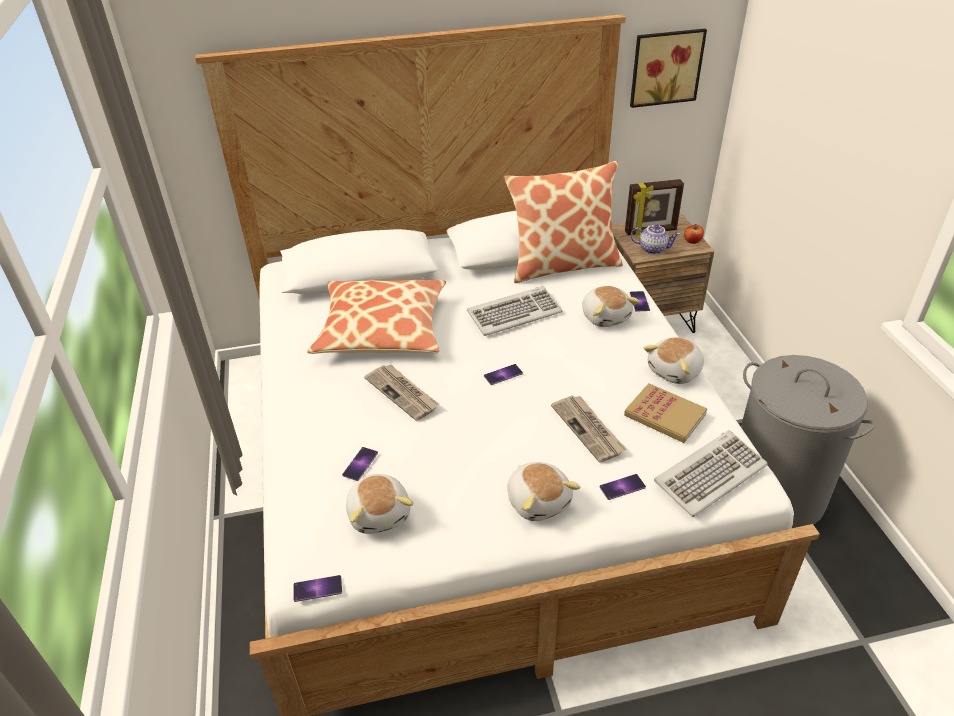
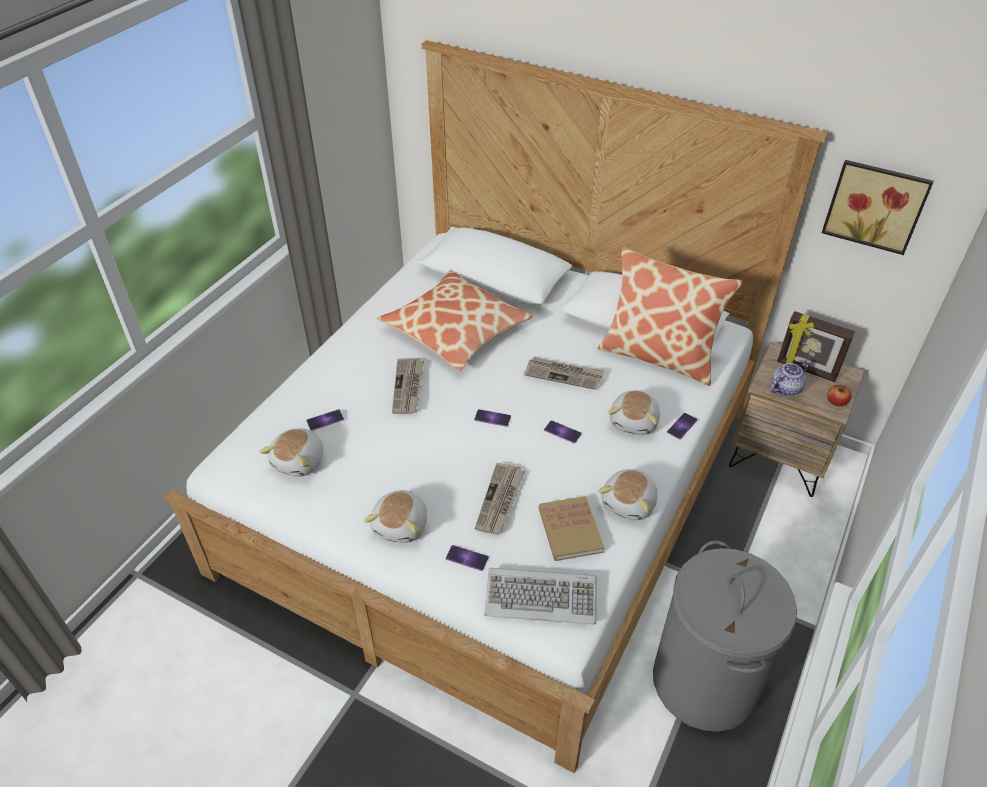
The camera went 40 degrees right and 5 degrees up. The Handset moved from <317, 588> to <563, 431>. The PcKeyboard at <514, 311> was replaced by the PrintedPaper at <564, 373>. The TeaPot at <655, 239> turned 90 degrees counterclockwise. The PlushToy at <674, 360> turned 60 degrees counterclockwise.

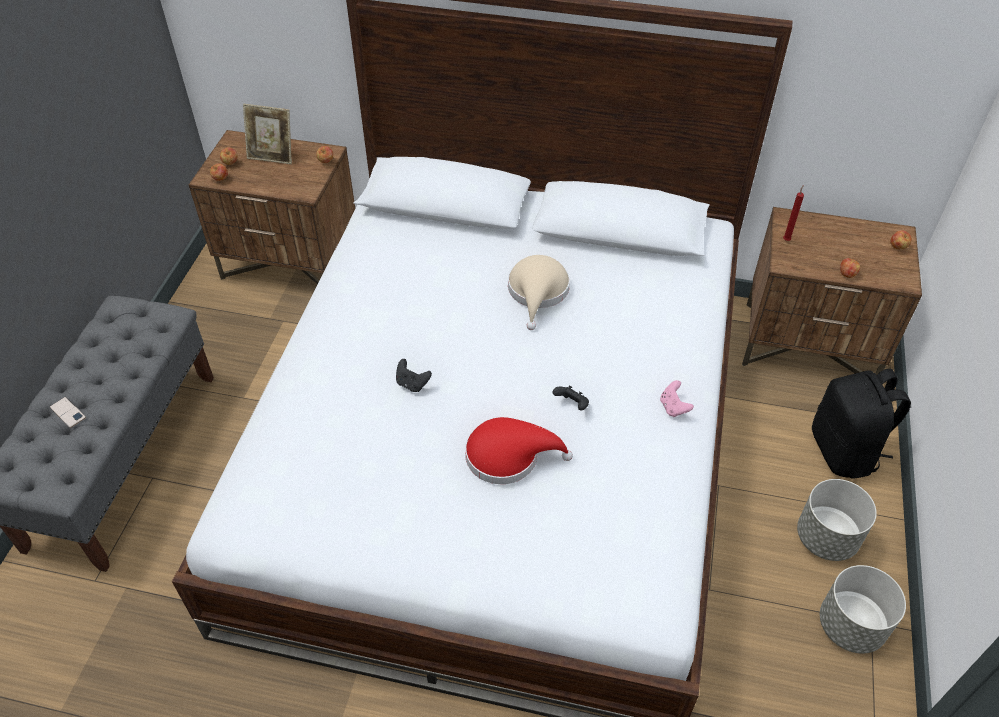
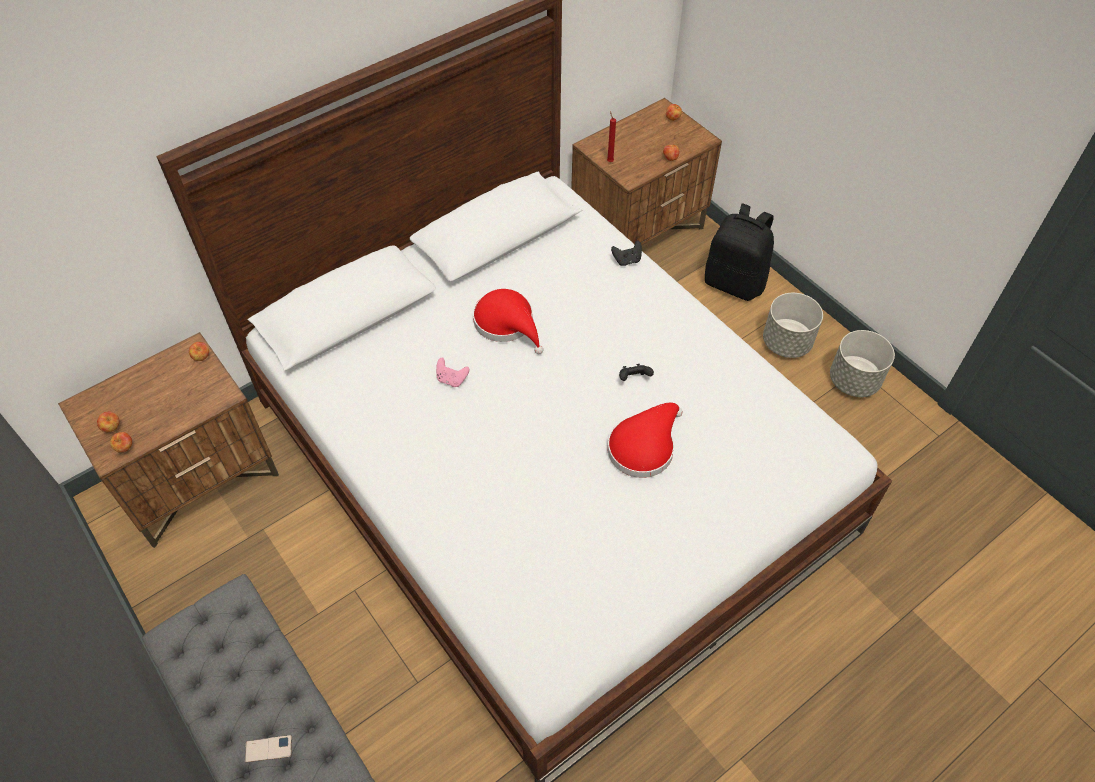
The camera went 50 degrees left and 5 degrees up. The PhotoFrame at <267, 134> disappeared. The BlackishGamepad moved from <414, 375> to <626, 253>. The BeigeColouredClothingHat at <539, 292> became the ReddishClothingHat at <508, 321>. The PinkGamepad moved from <677, 398> to <453, 372>.

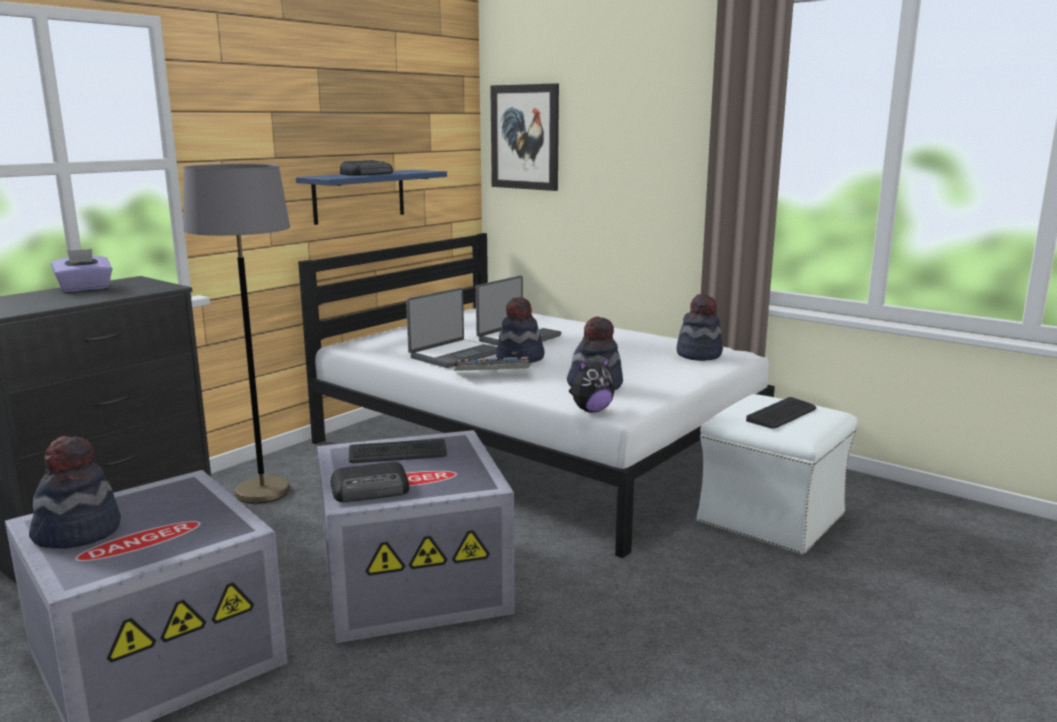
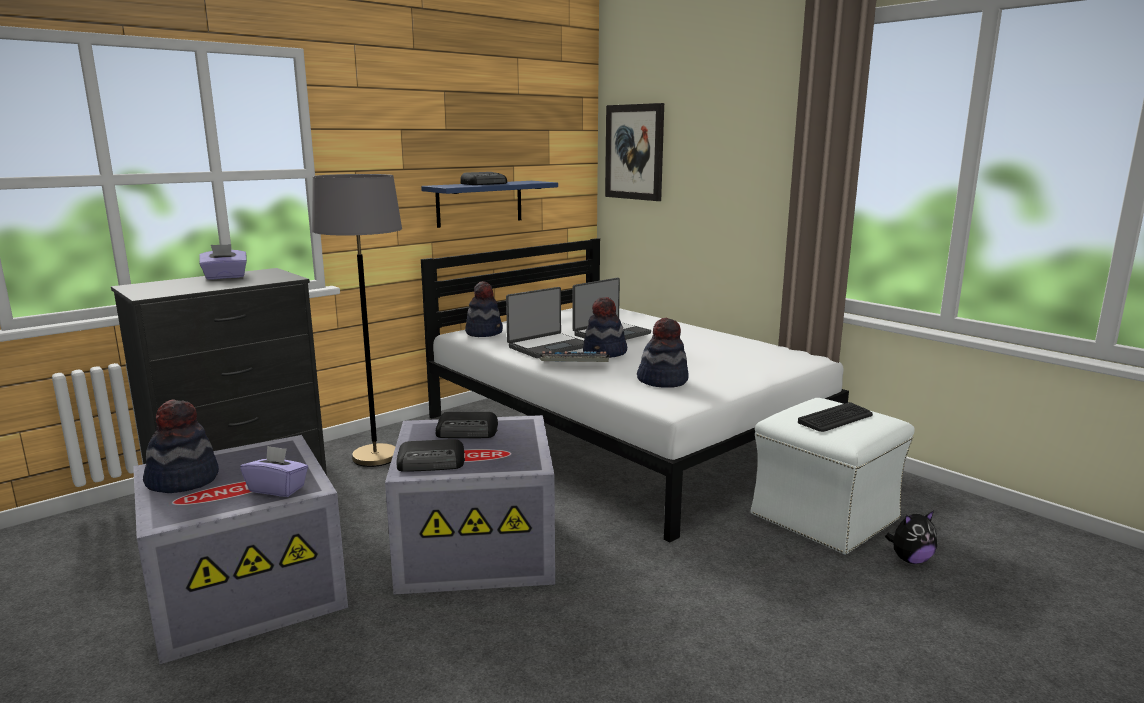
The camera went 10 degrees right and 0 degrees up. The PcKeyboard at <398, 451> was replaced by the Radio at <467, 425>. The PlushToy moved from <592, 385> to <911, 537>. The ClothingHat moved from <700, 327> to <484, 309>. The PurplishTissueHolder at <274, 471> appeared.

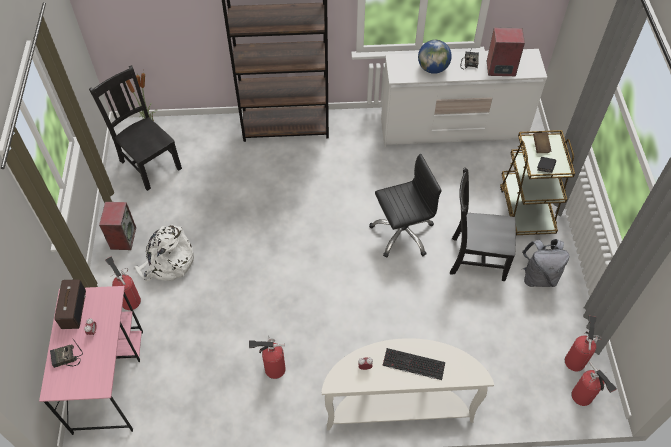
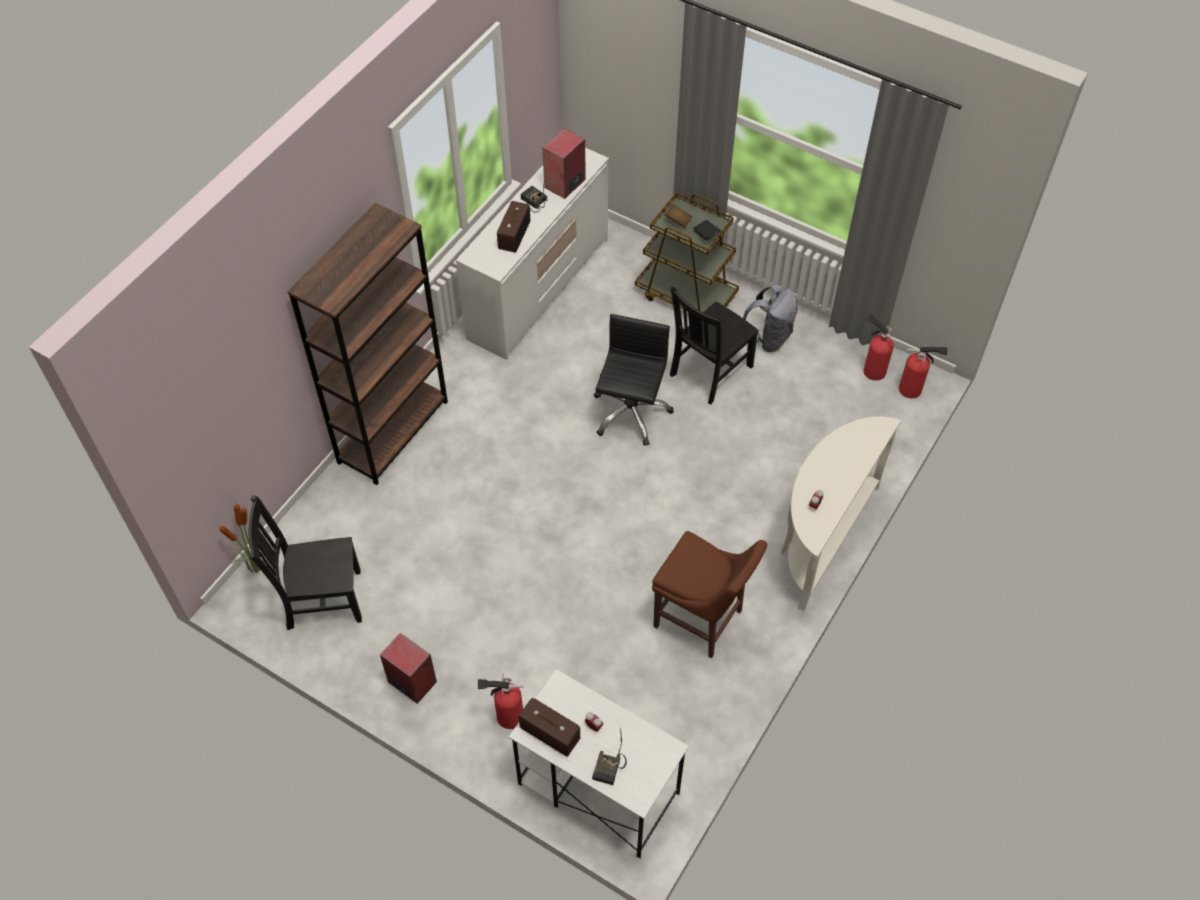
The camera went 55 degrees left and 0 degrees up. The PinkDesk at <91, 360> became the WhiteDesk at <599, 763>. The WhiteRucksack at <164, 253> disappeared. The FireFightingCylinder at <267, 357> was replaced by the BrownishUprightChair at <709, 594>. The PcKeyboard at <414, 364> disappeared. The WorldGlobe at <435, 57> was replaced by the Radio at <513, 227>.

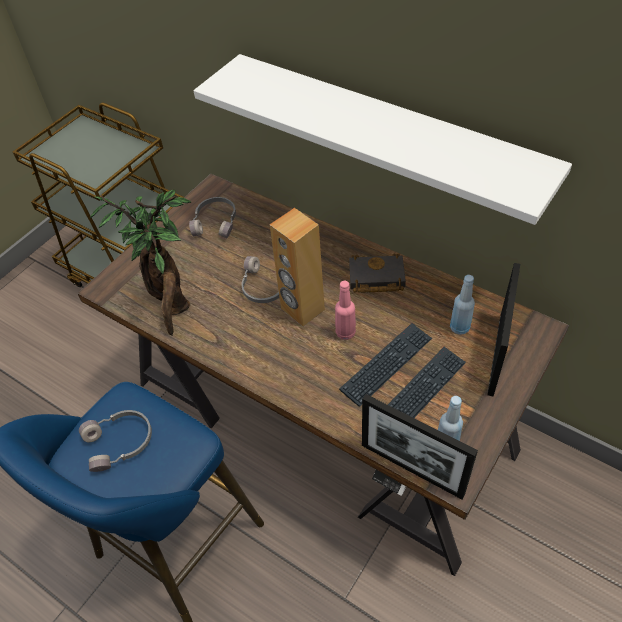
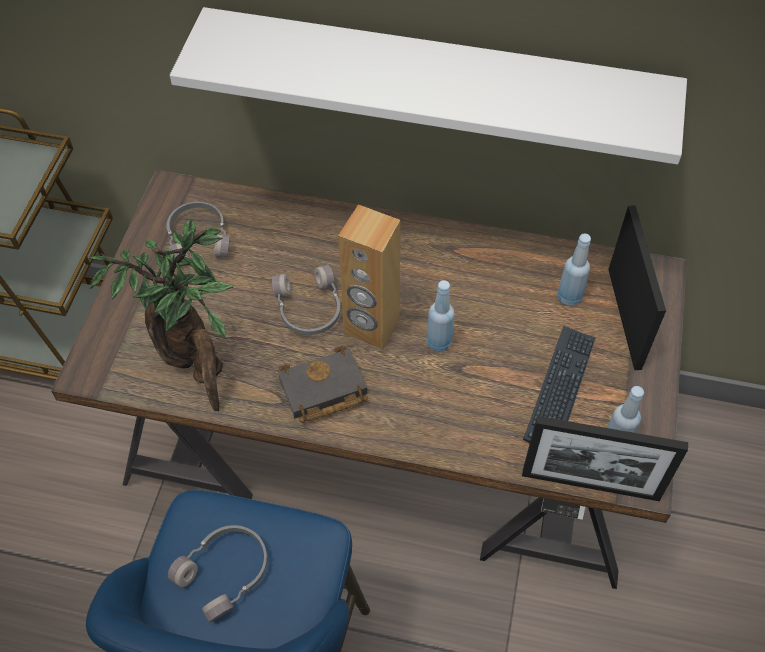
The camera went 25 degrees left and 5 degrees up. The PinkBeverageBottle at <345, 310> became the BlueColouredBeverageBottle at <440, 316>. The PcKeyboard at <385, 365> disappeared. The BlackishBoundBook moved from <377, 273> to <323, 384>.

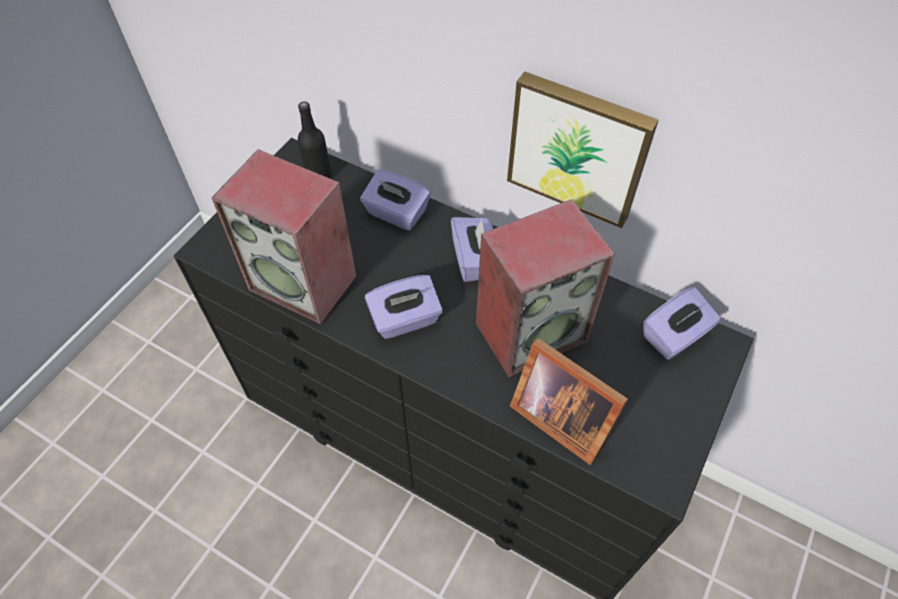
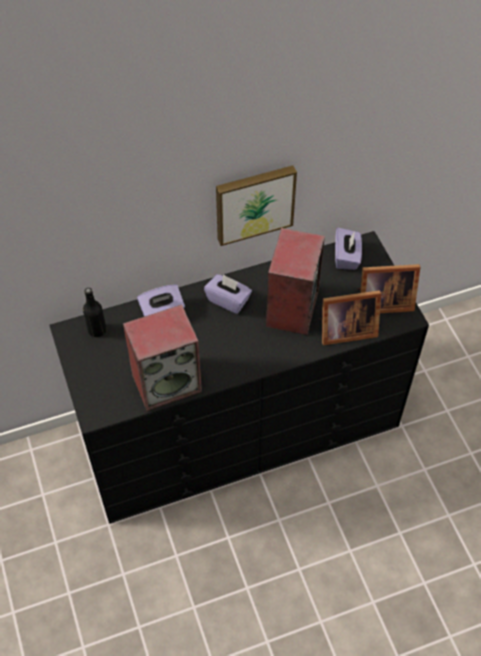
The camera went 50 degrees left and 0 degrees up. The PurplishTissueHolder at <404, 307> disappeared. The PhotoFrame at <389, 288> appeared.

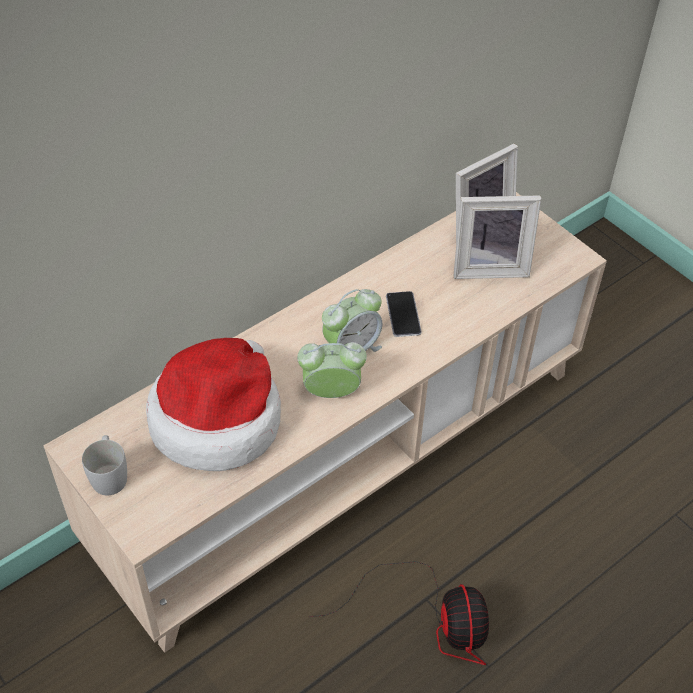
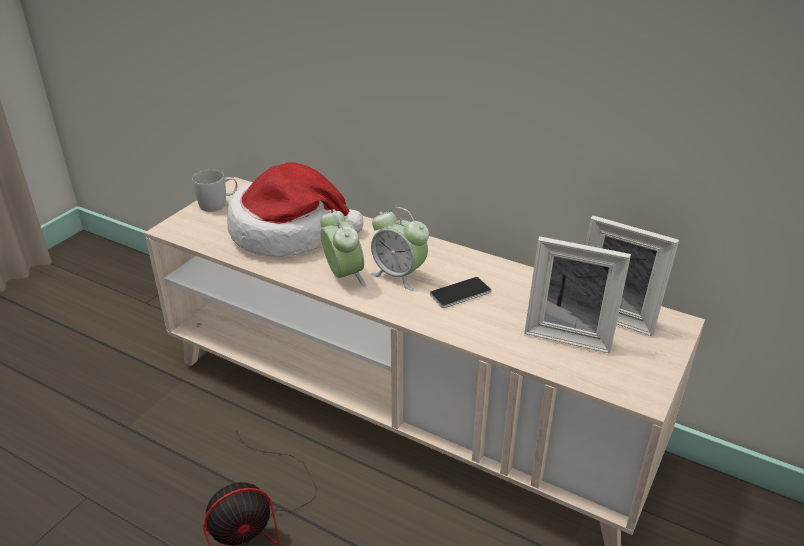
The camera went 70 degrees right and 15 degrees down. The PhotoFrame at <497, 237> turned 45 degrees counterclockwise.

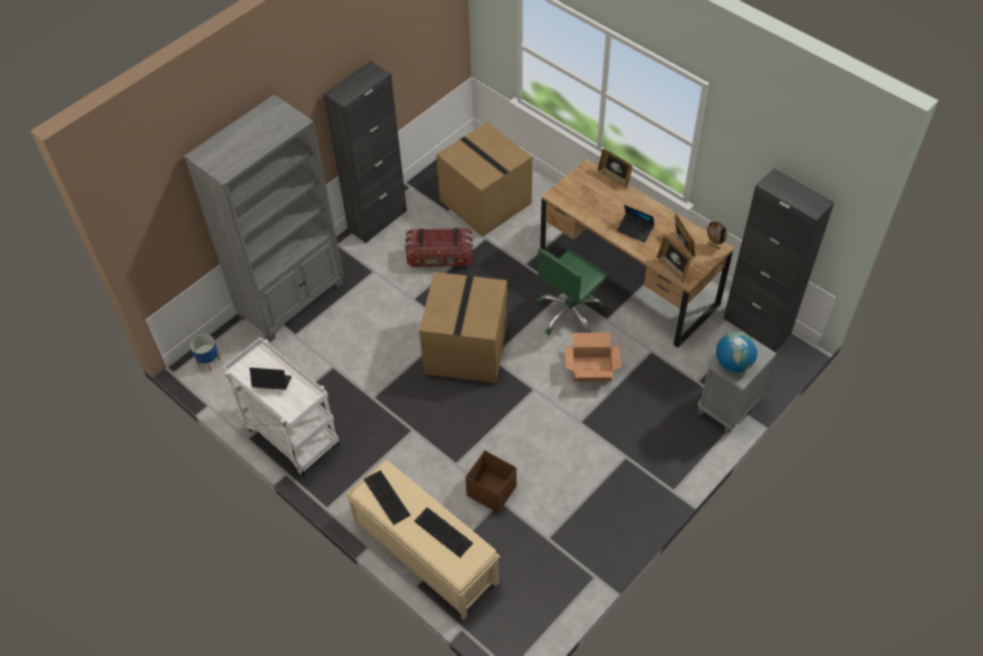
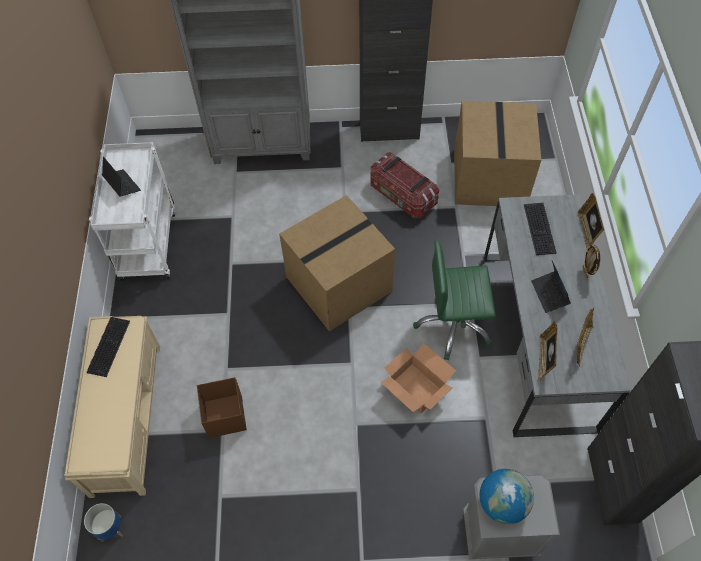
The camera went 45 degrees right and 5 degrees up. The PlantPot moved from <205, 352> to <103, 522>. The PcKeyboard moved from <443, 532> to <540, 229>. The BrownishDesk at <637, 253> became the GreyDesk at <557, 316>. The PhotoFrame moved from <717, 234> to <591, 262>.

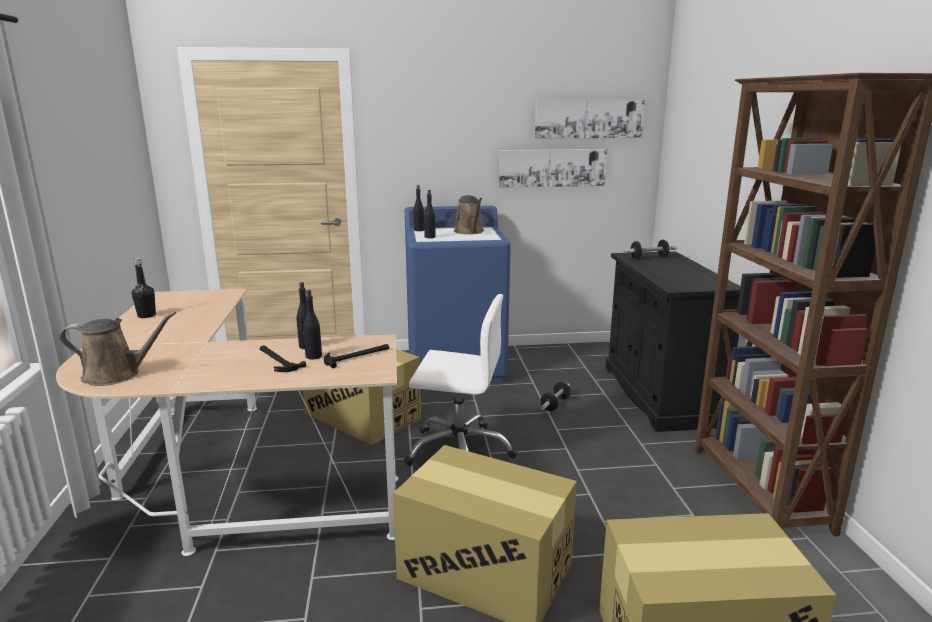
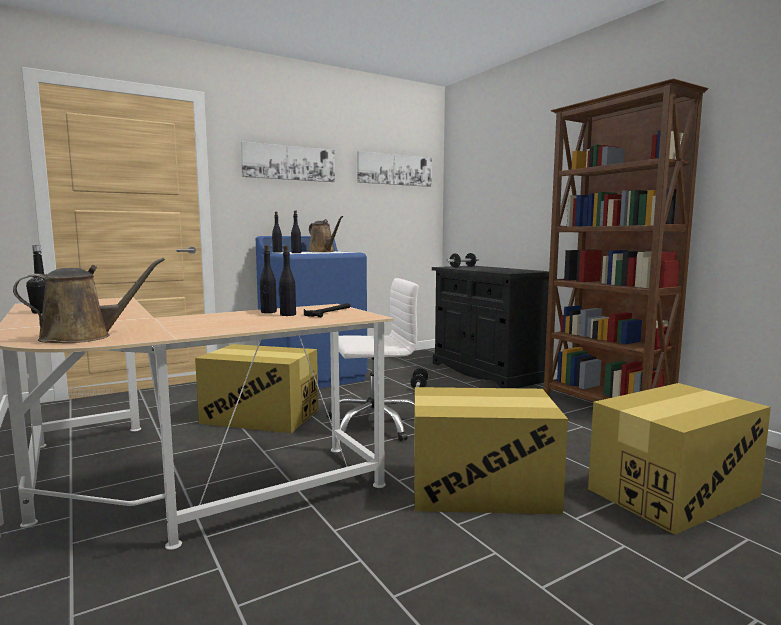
The camera went 25 degrees left and 10 degrees down. The HandHammer at <283, 358> disappeared. The Picture moved from <553, 168> to <288, 162>.

